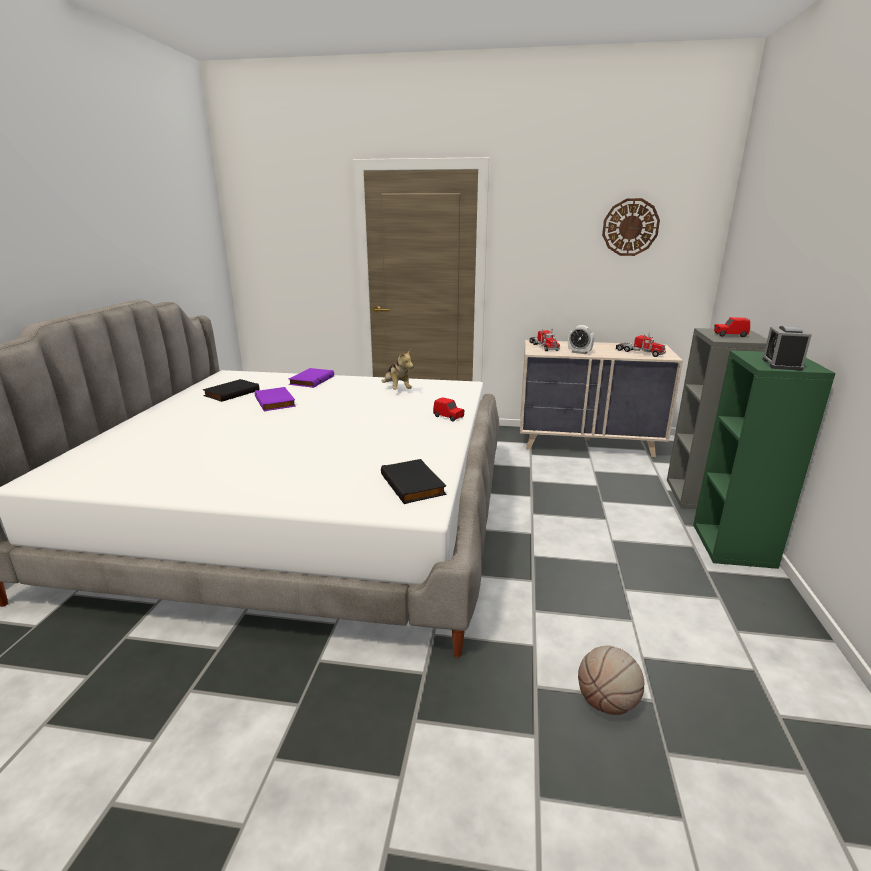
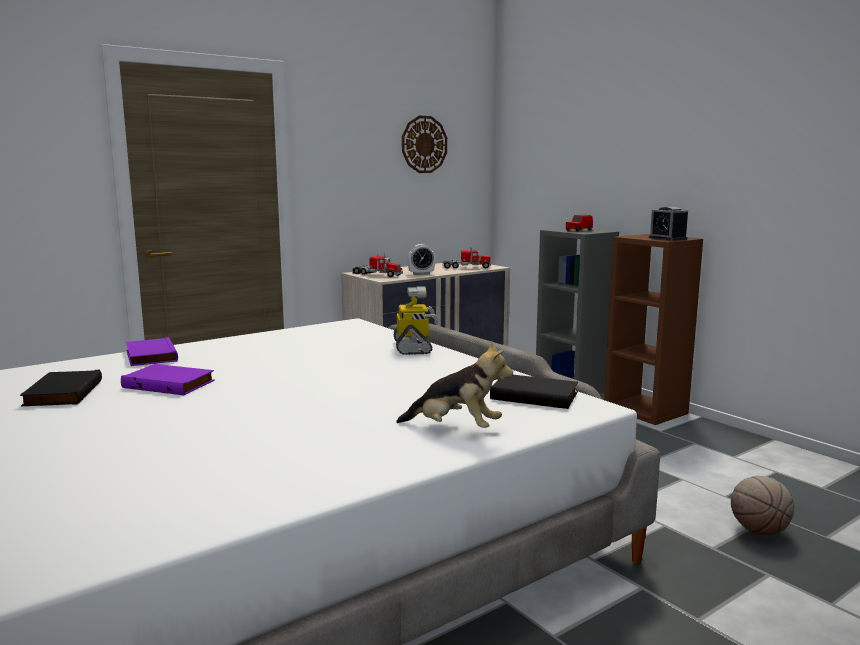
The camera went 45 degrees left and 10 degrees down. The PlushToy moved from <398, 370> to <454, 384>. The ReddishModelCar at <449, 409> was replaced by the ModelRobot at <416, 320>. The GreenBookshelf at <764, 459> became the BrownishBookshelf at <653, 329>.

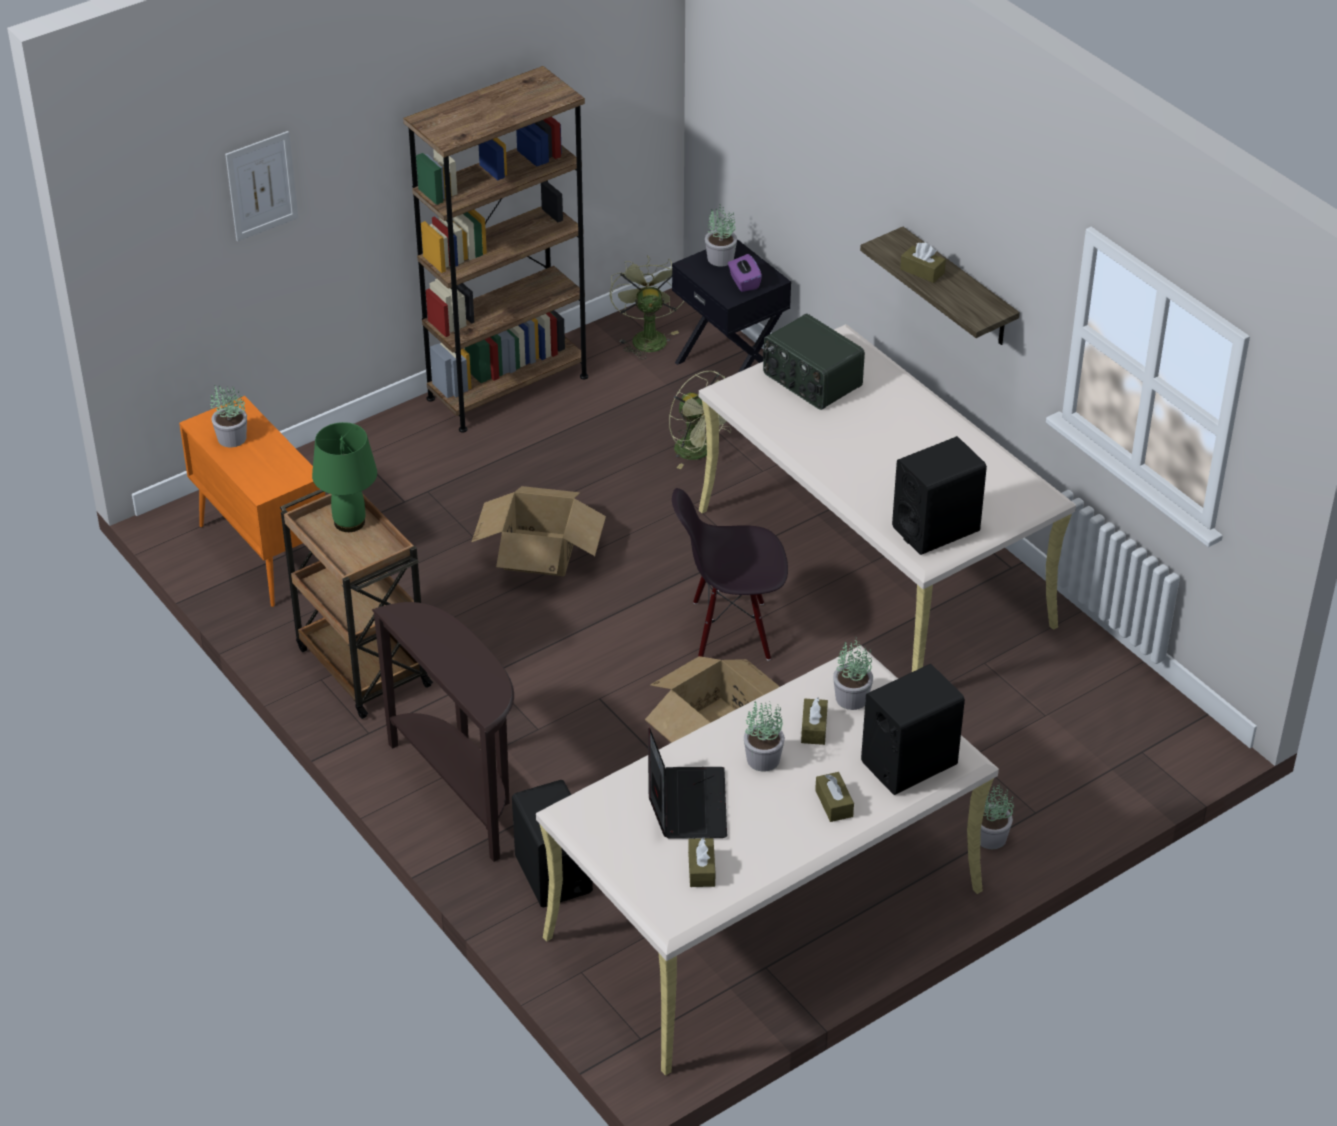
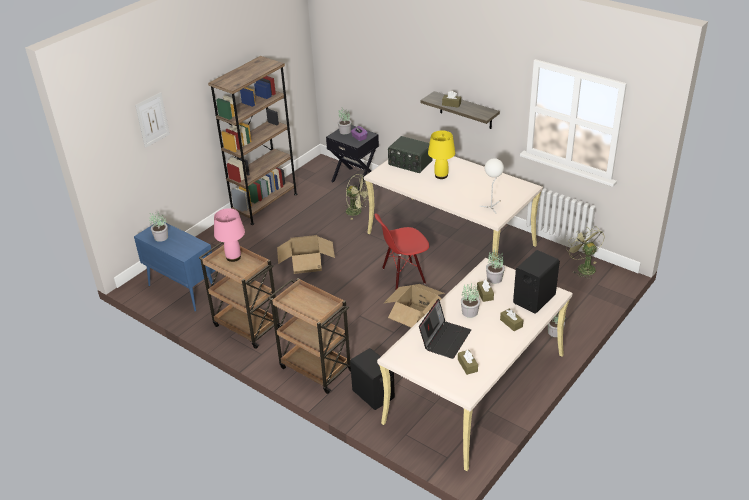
The camera went 15 degrees left and 5 degrees down. The OrangeColouredCupboard at <252, 501> became the BlueColouredCupboard at <174, 266>. The GreenLampForATable at <344, 477> became the PinkLampForATable at <229, 235>. The BrownishHallTable at <443, 732> was replaced by the BrownishTrolley at <309, 336>. The GreenElectricFan moved from <647, 307> to <585, 252>. The NotebookComputer at <687, 783> turned 45 degrees clockwise. The BlackishUprightChair at <730, 574> became the ReddishUprightChair at <402, 252>. The BlackishSpeaker at <939, 495> was replaced by the WhiteLampForATable at <492, 186>. The YellowishLampForATable at <441, 155> appeared.

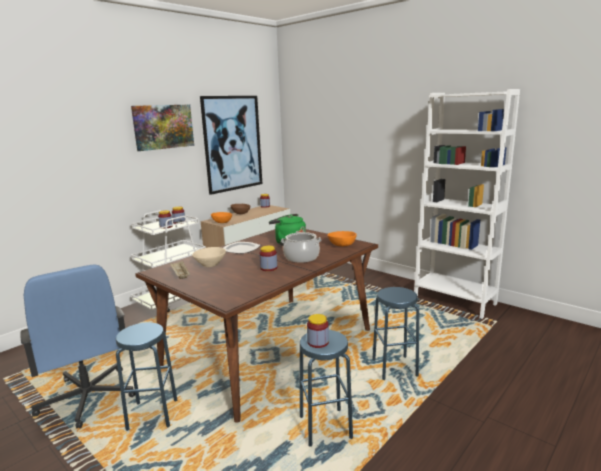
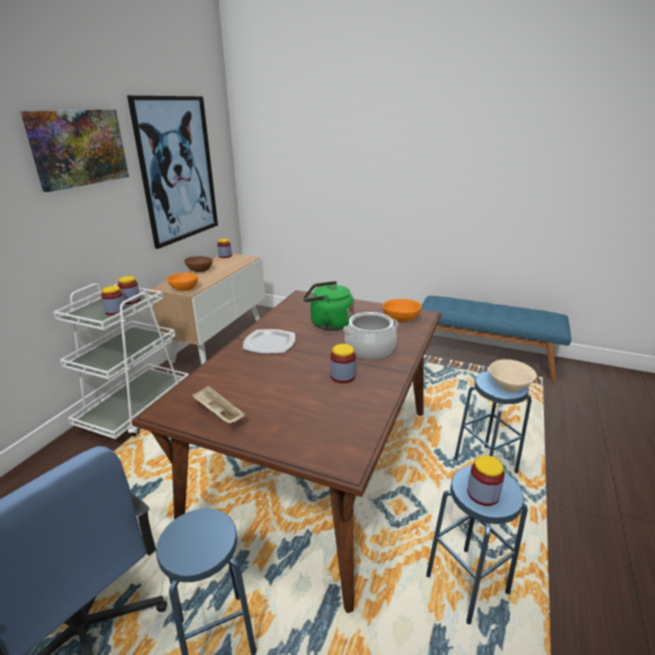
The camera went 20 degrees left and 10 degrees up. The BeigeColouredServingBowl moved from <209, 257> to <513, 375>. The WhiteBookshelf at <467, 204> was replaced by the BlueColouredLongSeat at <496, 339>.

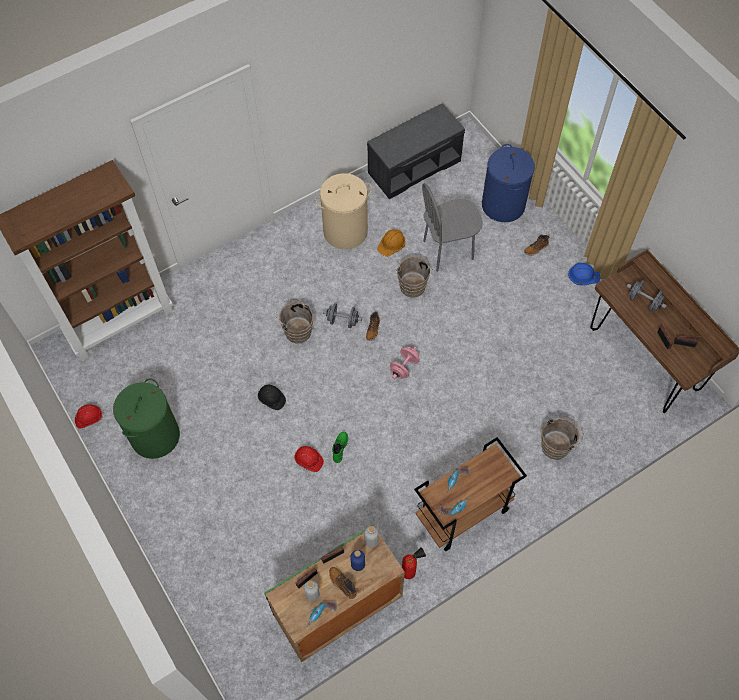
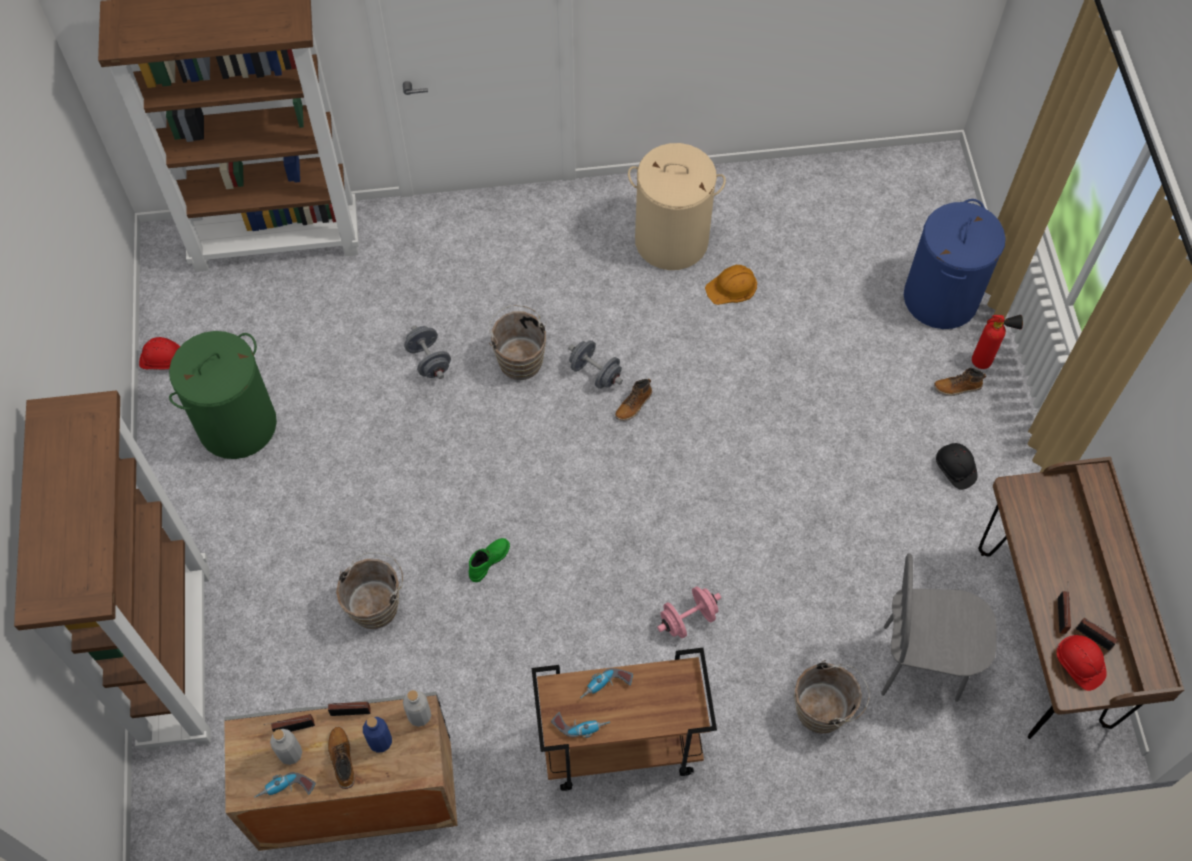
The camera went 25 degrees right and 0 degrees up. The BlackishSafetyHelmet moved from <272, 397> to <956, 466>. The GreenCupboard at <334, 593> became the GreyCupboard at <341, 771>. The ReddishSafetyHelmet moved from <309, 459> to <1082, 663>. The GreyLongSeat at <416, 151> disappeared. The PinkDumbbell moved from <405, 363> to <689, 612>. The BrownishBucket moved from <414, 275> to <369, 590>. The FireFightingCylinder moved from <414, 563> to <997, 342>. The GreyUprightChair moved from <452, 227> to <939, 627>. The BlueColouredSafetyHelmet at <584, 274> disappeared. The GreyDumbbell moved from <647, 296> to <427, 352>. The BrownishBookshelf at <112, 571> appeared.

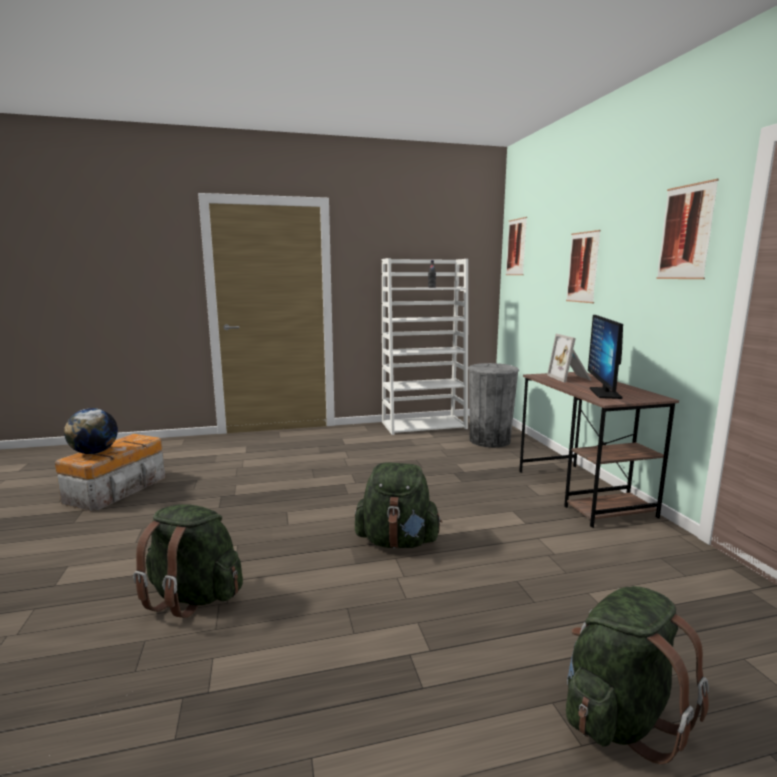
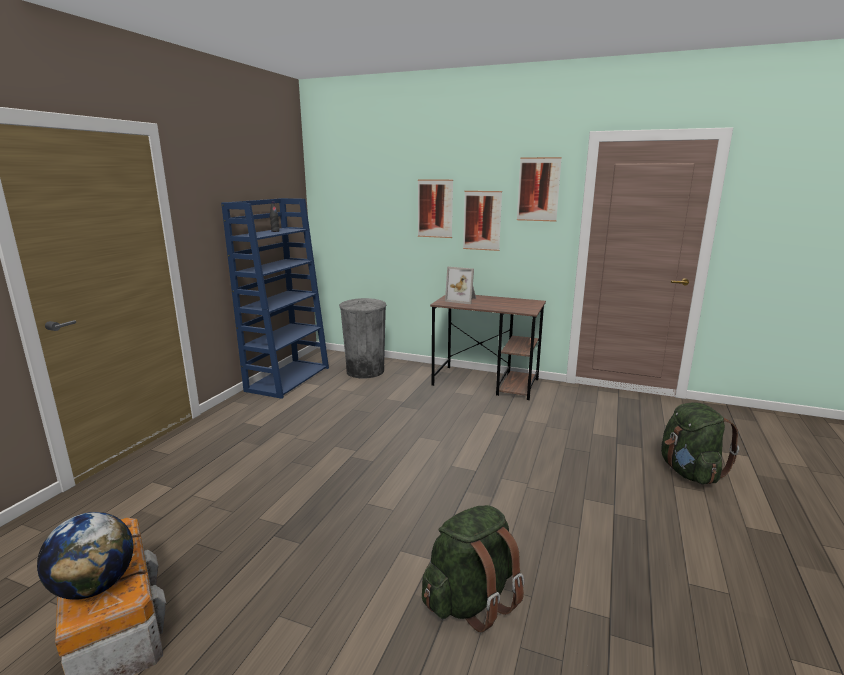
The camera went 55 degrees left and 5 degrees up. The GreenRucksack at <398, 506> disappeared. The WhiteBookshelf at <425, 346> became the BlueColouredBookshelf at <275, 298>. The Picture moved from <516, 246> to <482, 221>. The ComputerDisplay at <605, 357> disappeared.

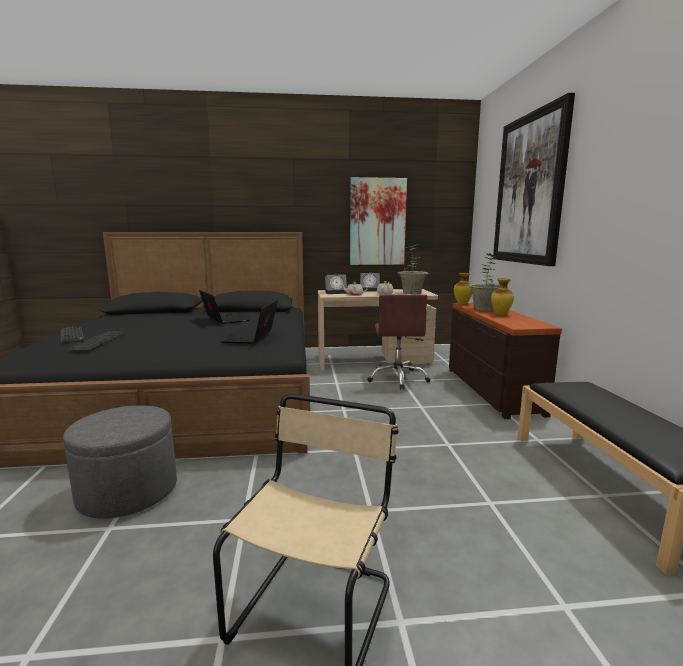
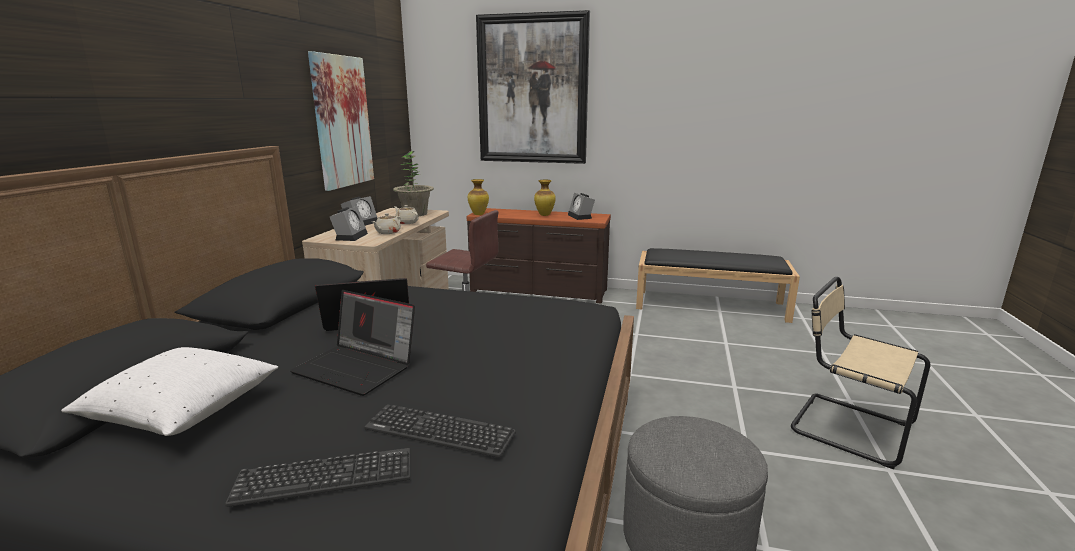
The camera went 70 degrees left and 5 degrees up. The NotebookComputer moved from <249, 322> to <352, 343>. The Houseplant at <484, 282> disappeared. The WhiteThrowPillow at <169, 391> appeared. The BedsideClock at <581, 206> appeared.

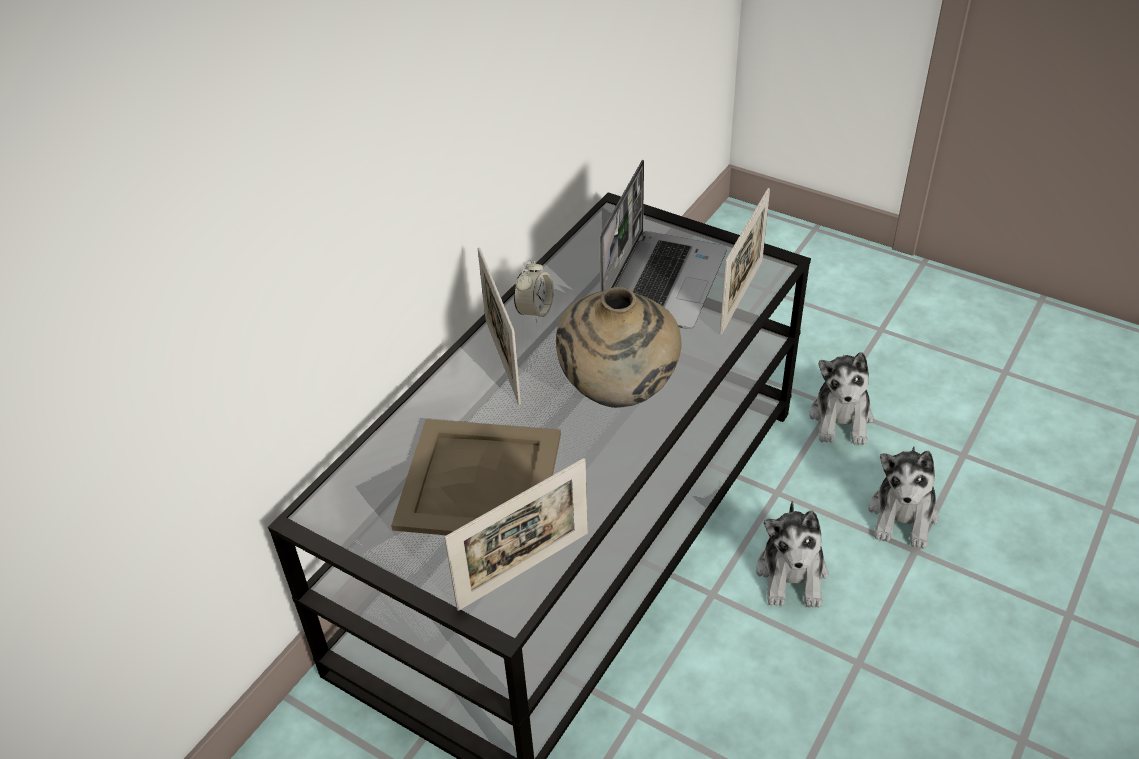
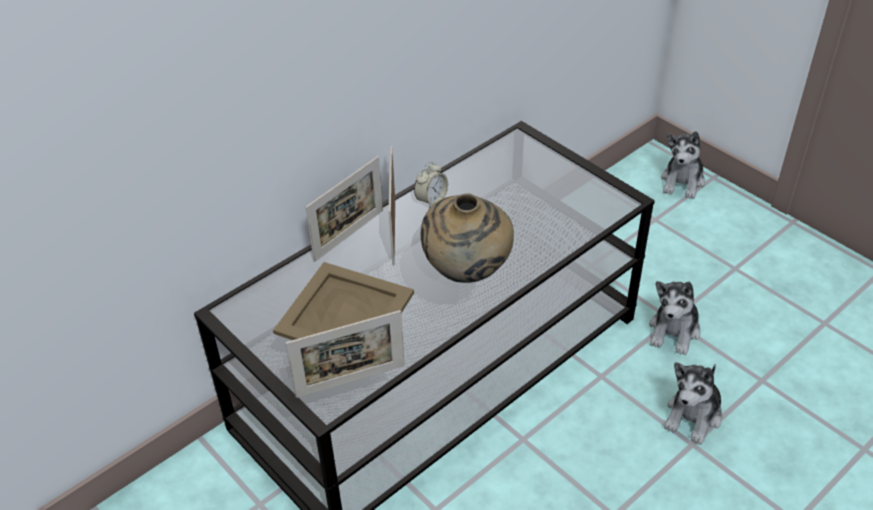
The camera went 15 degrees right and 0 degrees up. The NotebookComputer at <663, 244> disappeared. The PhotoFrame moved from <745, 261> to <344, 209>. The PlushToy moved from <792, 554> to <683, 165>.

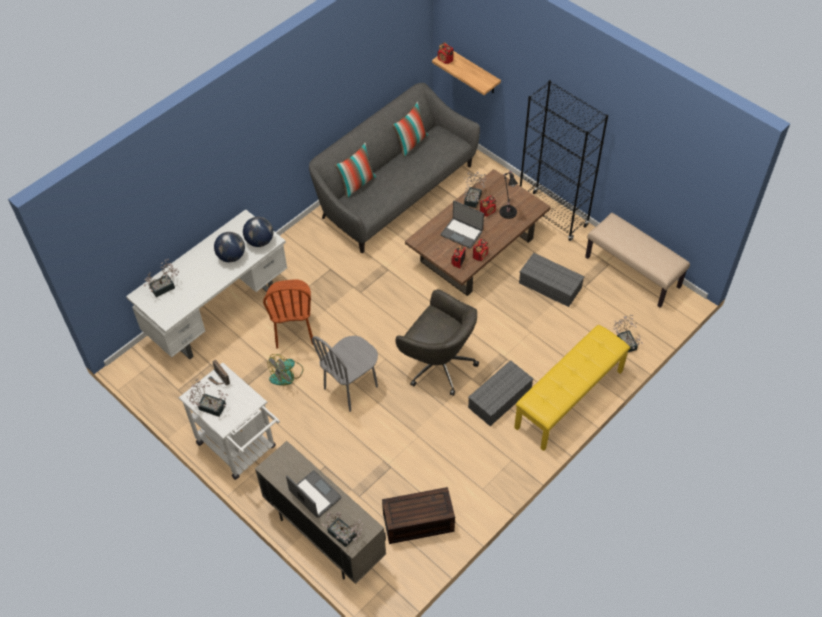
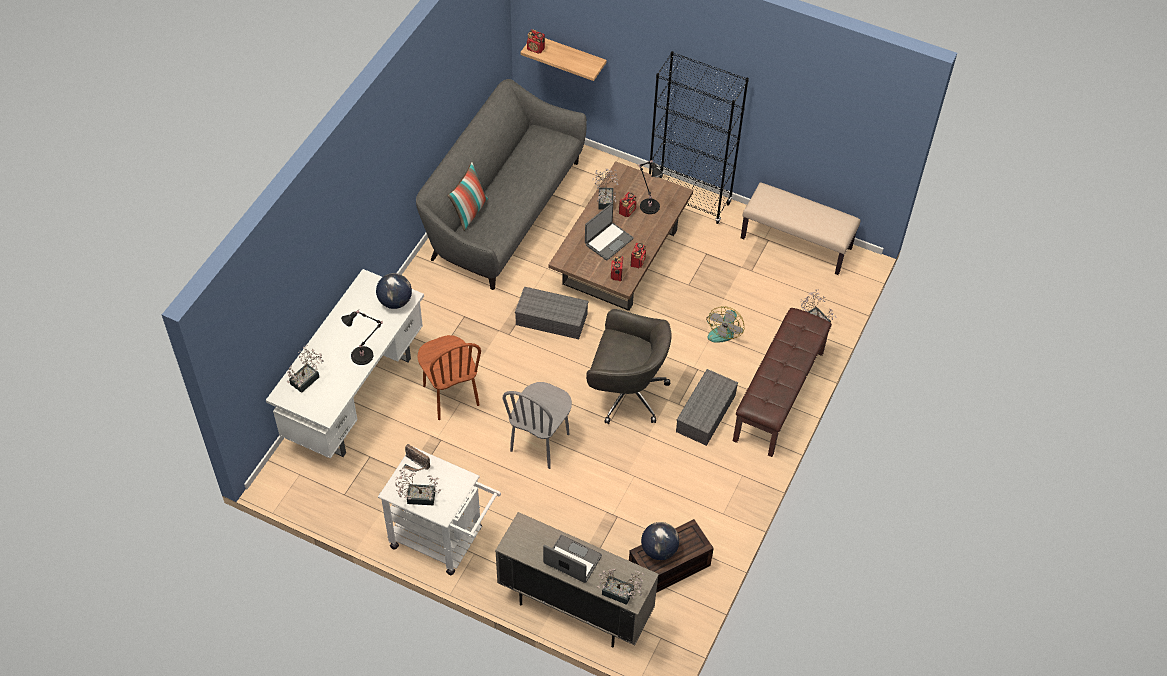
The camera went 20 degrees left and 0 degrees up. The WorldGlobe moved from <229, 247> to <660, 541>. The ElectricFan moved from <285, 369> to <725, 324>. The ThrowPillow at <410, 129> disappeared. The NotebookComputer at <462, 224> turned 60 degrees counterclockwise. The YellowishLongSeat at <572, 388> became the BrownishLongSeat at <782, 382>. The GreyStorageContainer moved from <552, 280> to <551, 312>. The BlackishLampForATable at <362, 337> appeared.

